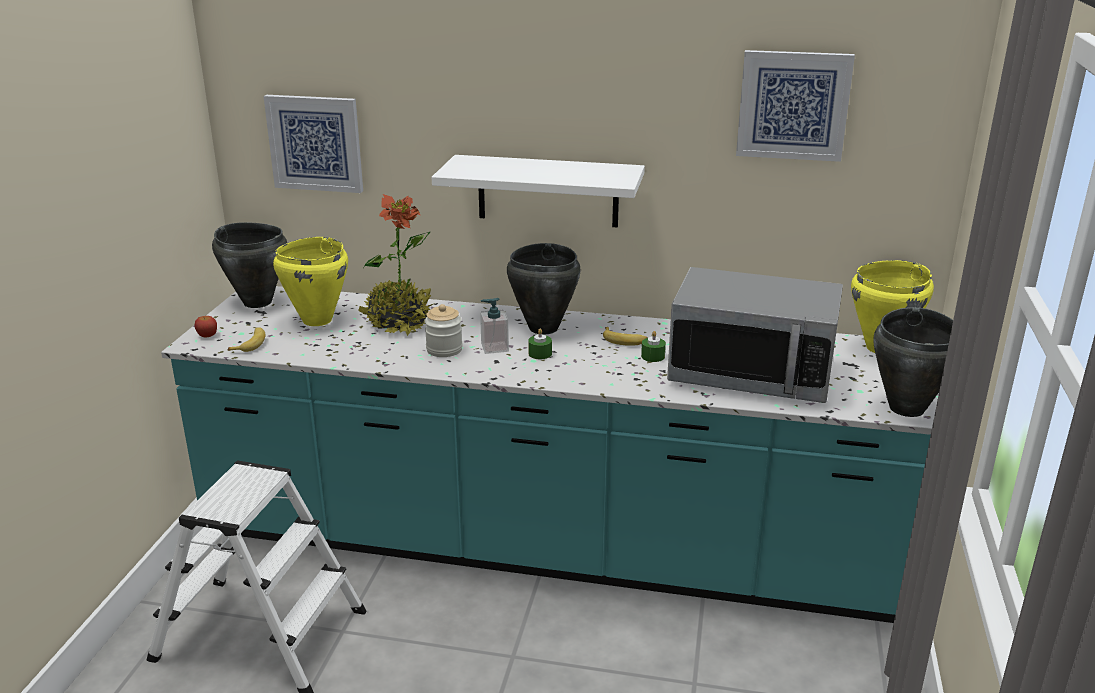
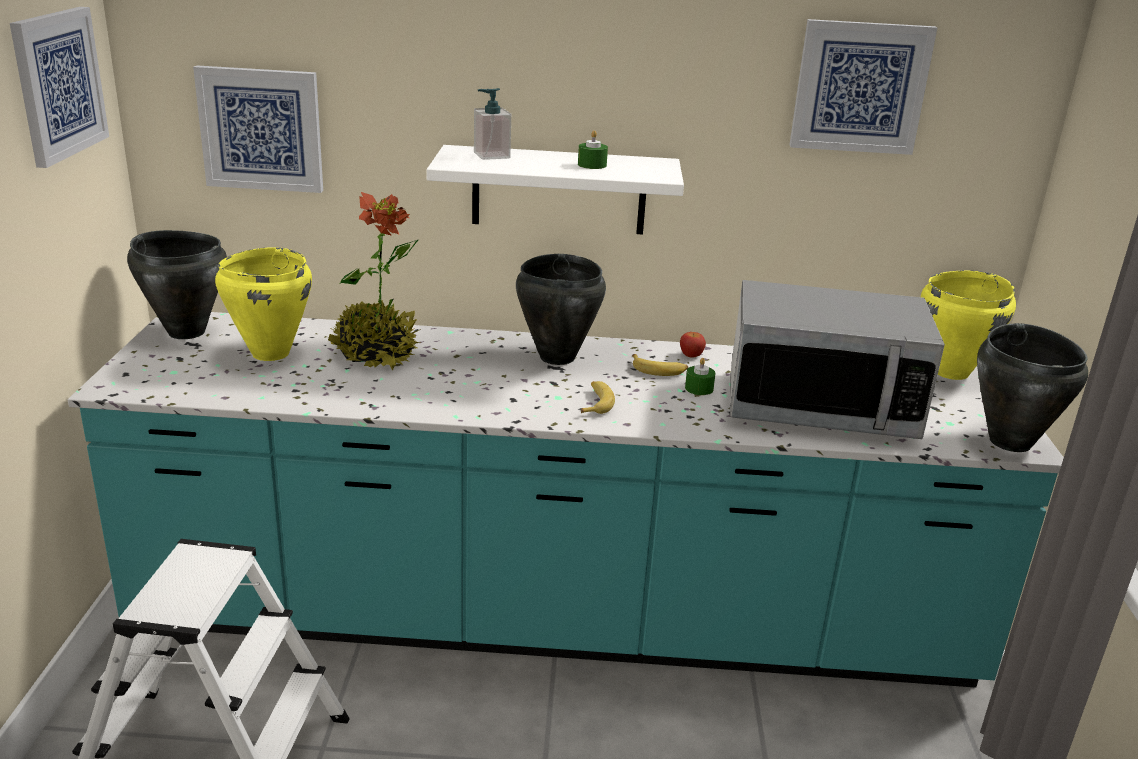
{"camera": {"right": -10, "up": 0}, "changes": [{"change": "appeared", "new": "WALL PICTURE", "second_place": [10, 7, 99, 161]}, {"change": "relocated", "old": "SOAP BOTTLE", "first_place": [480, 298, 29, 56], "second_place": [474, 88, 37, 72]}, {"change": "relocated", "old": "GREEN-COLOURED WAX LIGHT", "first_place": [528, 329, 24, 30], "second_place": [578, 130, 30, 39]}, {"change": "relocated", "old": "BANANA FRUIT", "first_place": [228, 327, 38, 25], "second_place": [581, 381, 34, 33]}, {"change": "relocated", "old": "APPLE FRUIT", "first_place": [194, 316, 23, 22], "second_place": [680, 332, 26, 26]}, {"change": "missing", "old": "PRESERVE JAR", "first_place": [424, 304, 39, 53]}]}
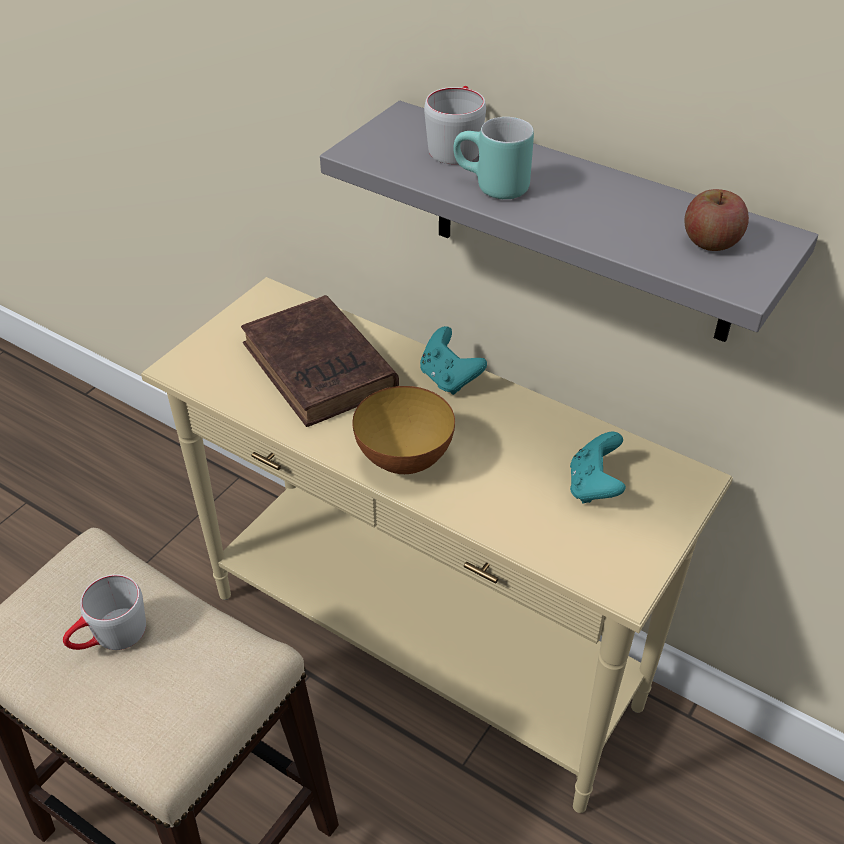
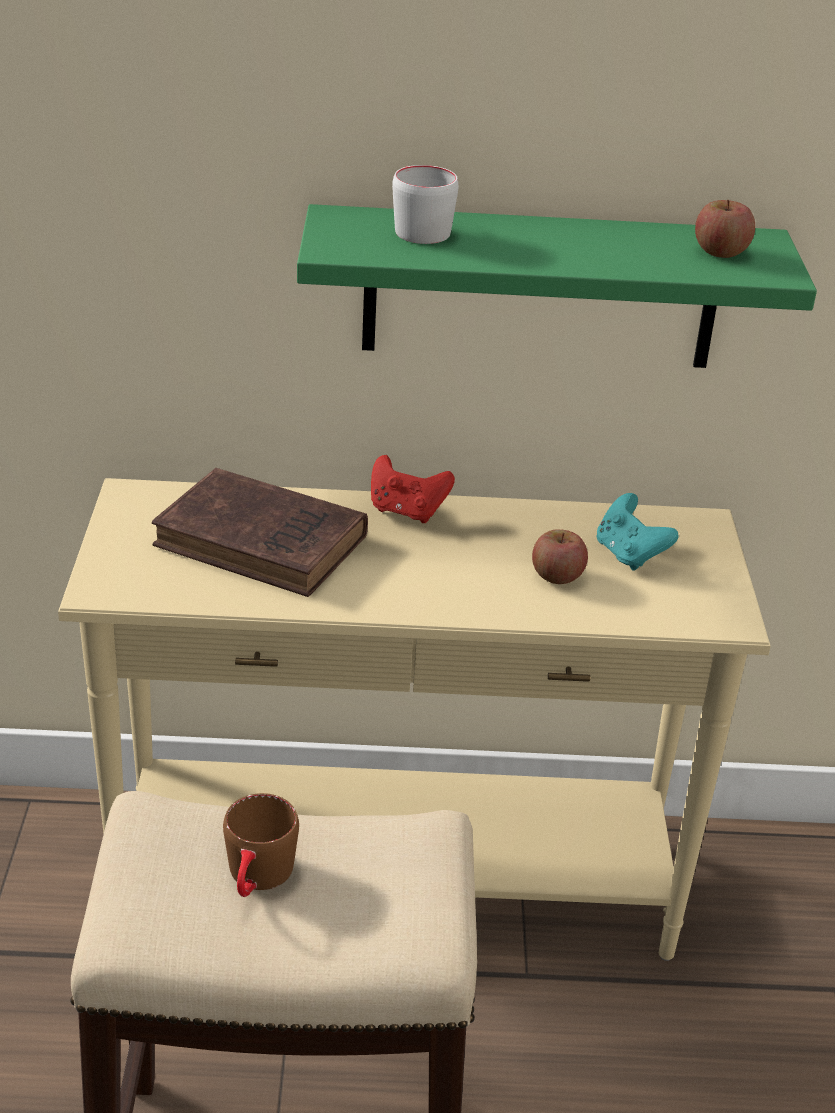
{"camera": {"right": -35, "up": -10}, "changes": [{"change": "colour", "old": "GREYISH TEA MUG", "new": "BROWN-COLOURED TEA MUG", "first_place": [63, 574, 83, 76], "second_place": [223, 793, 76, 104]}, {"change": "colour", "old": "GREYISH WALL SHELF", "new": "GREEN-COLOURED WALL SHELF", "first_place": [320, 101, 498, 241], "second_place": [297, 204, 520, 164]}, {"change": "colour", "old": "TURQUOISE-COLOURED JOYPAD", "new": "RED JOYPAD", "first_place": [420, 326, 67, 69], "second_place": [371, 455, 84, 68]}, {"change": "appeared", "new": "APPLE FRUIT", "second_place": [532, 529, 56, 55]}, {"change": "missing", "old": "BOWL", "first_place": [352, 386, 103, 88]}, {"change": "missing", "old": "TURQUOISE-COLOURED TEA MUG", "first_place": [453, 117, 81, 82]}]}
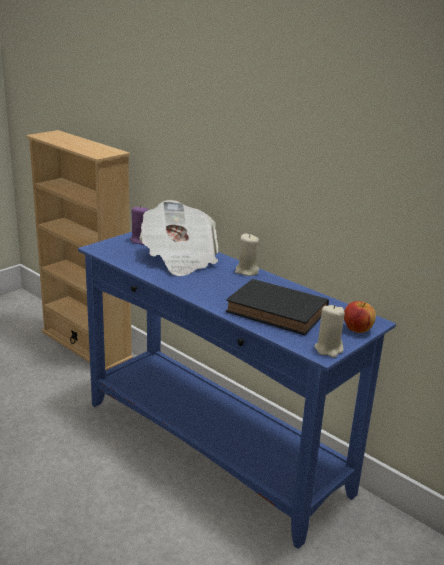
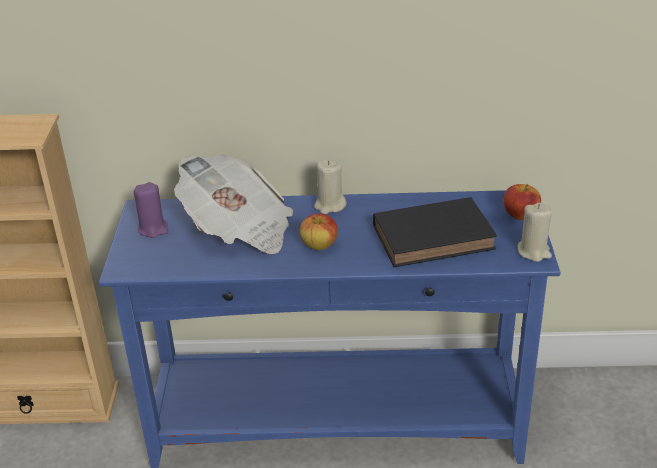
{"camera": {"right": -40, "up": 10}, "changes": [{"change": "appeared", "new": "APPLE FRUIT", "second_place": [300, 213, 38, 38]}]}
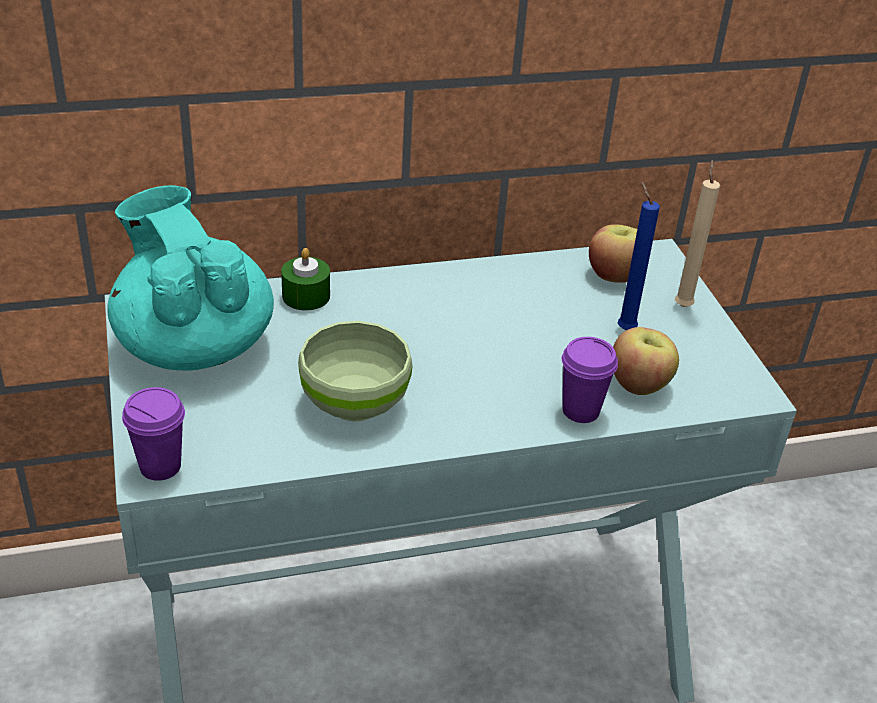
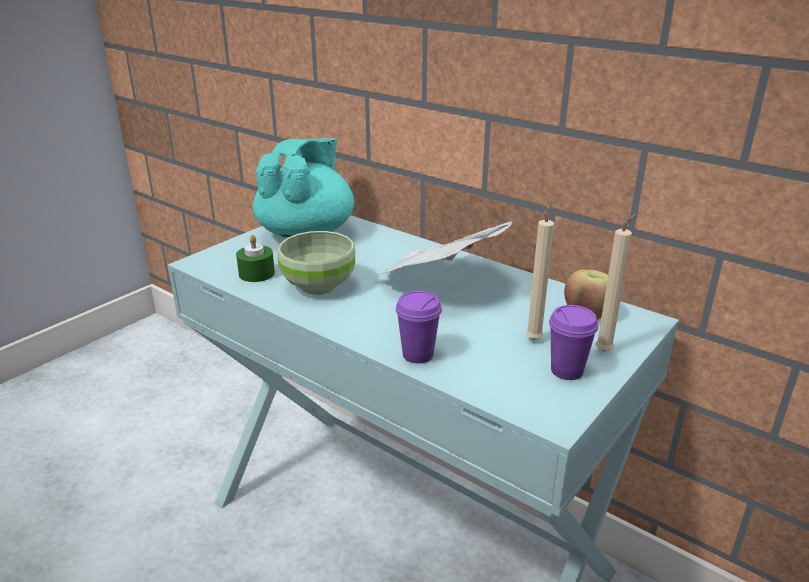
{"camera": {"right": 55, "up": -10}, "changes": [{"change": "relocated", "old": "GREEN-COLOURED WAX LIGHT", "first_place": [281, 248, 49, 63], "second_place": [236, 235, 39, 47]}, {"change": "appeared", "new": "DAILY PAPER", "second_place": [375, 219, 142, 57]}, {"change": "colour", "old": "BLUE-COLOURED WAX LIGHT", "new": "BEIGE-COLOURED WAX LIGHT", "first_place": [618, 181, 42, 149], "second_place": [526, 202, 28, 138]}, {"change": "relocated", "old": "PURPLE CUP", "first_place": [122, 387, 63, 94], "second_place": [549, 305, 49, 75]}, {"change": "missing", "old": "APPLE FRUIT", "first_place": [613, 327, 66, 68]}]}
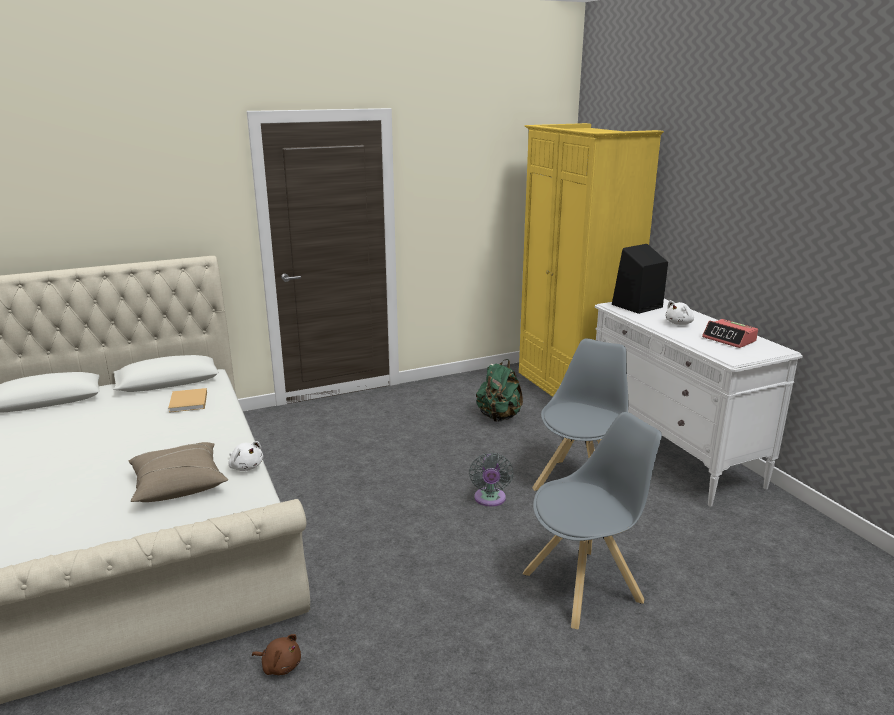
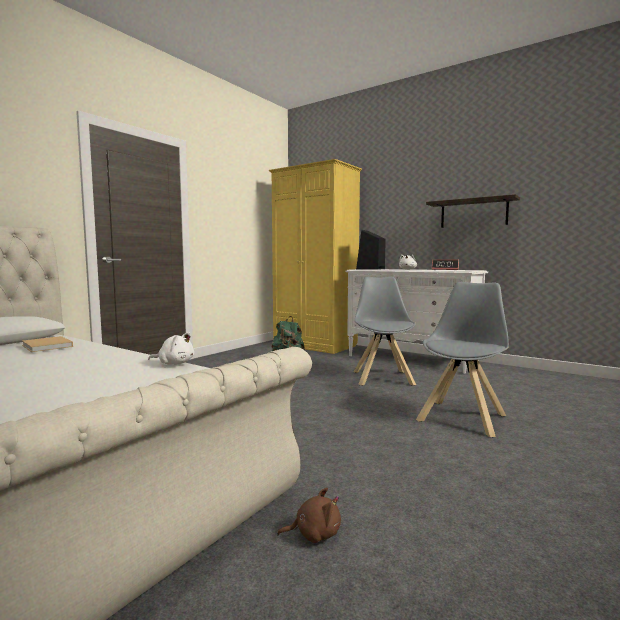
{"camera": {"right": -30, "up": -15}, "changes": [{"change": "appeared", "new": "WALL SHELF", "second_place": [426, 194, 94, 34]}, {"change": "missing", "old": "BEIGE-COLOURED THROW PILLOW", "first_place": [129, 442, 99, 60]}, {"change": "missing", "old": "GREYISH FAN", "first_place": [469, 452, 44, 55]}]}
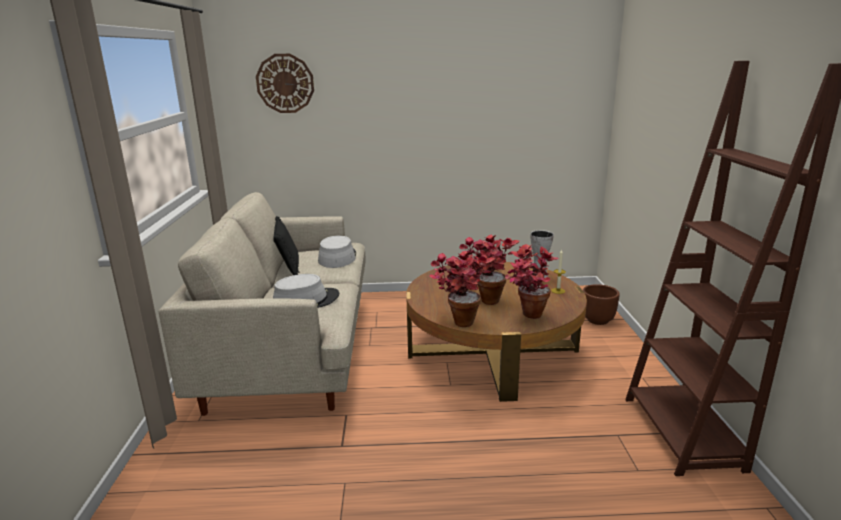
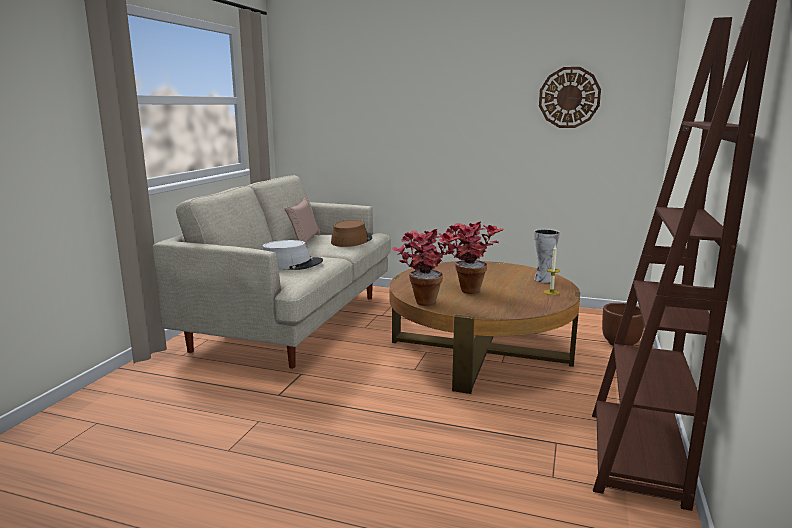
{"camera": {"right": 20, "up": -5}, "changes": [{"change": "colour", "old": "BLACK THROW PILLOW", "new": "BEIGE-COLOURED THROW PILLOW", "first_place": [273, 216, 27, 59], "second_place": [284, 197, 37, 47]}, {"change": "colour", "old": "GREYISH HAT", "new": "BROWN-COLOURED HAT", "first_place": [318, 236, 38, 32], "second_place": [331, 220, 41, 27]}, {"change": "relocated", "old": "WALL CLOCK", "first_place": [256, 54, 58, 59], "second_place": [539, 67, 62, 61]}, {"change": "missing", "old": "POTTED PLANT", "first_place": [505, 244, 54, 75]}]}
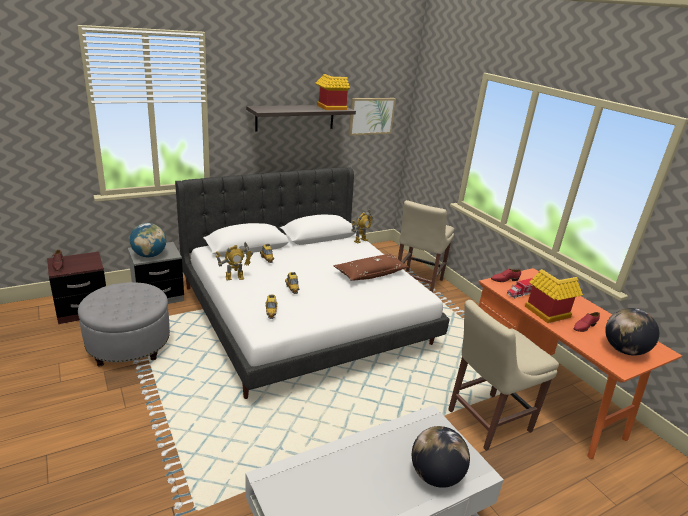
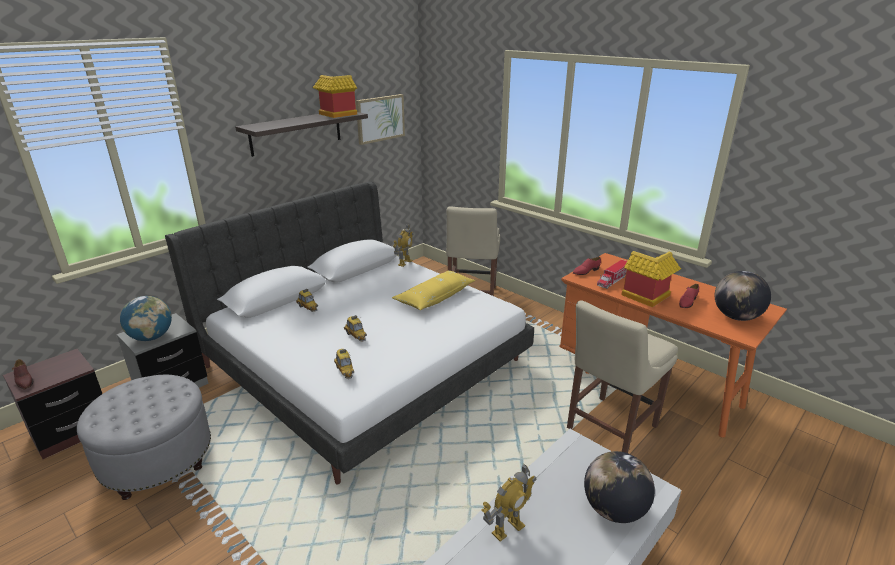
{"camera": {"right": -15, "up": 0}, "changes": [{"change": "colour", "old": "BROWN-COLOURED THROW PILLOW", "new": "YELLOWISH THROW PILLOW", "first_place": [333, 254, 76, 27], "second_place": [392, 271, 83, 39]}, {"change": "relocated", "old": "TOY ROBOT", "first_place": [216, 242, 37, 38], "second_place": [482, 464, 54, 77]}]}
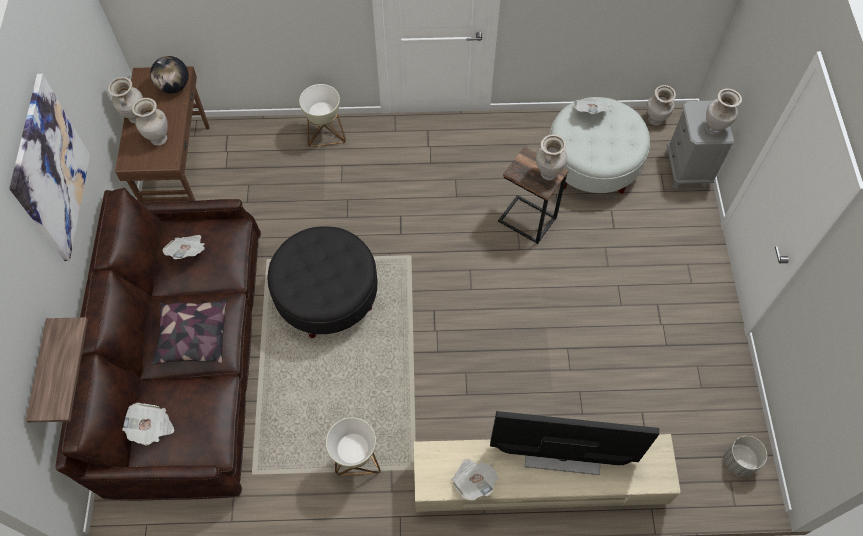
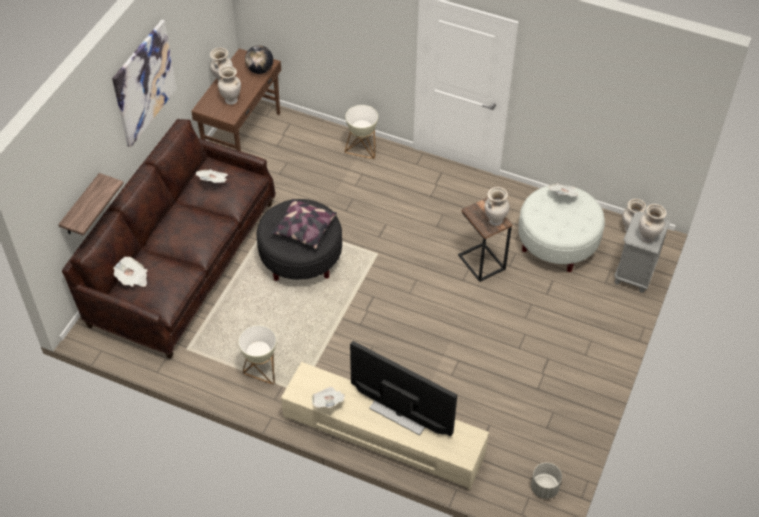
{"camera": {"right": 25, "up": -10}, "changes": [{"change": "relocated", "old": "THROW PILLOW", "first_place": [152, 299, 75, 66], "second_place": [271, 199, 66, 50]}]}
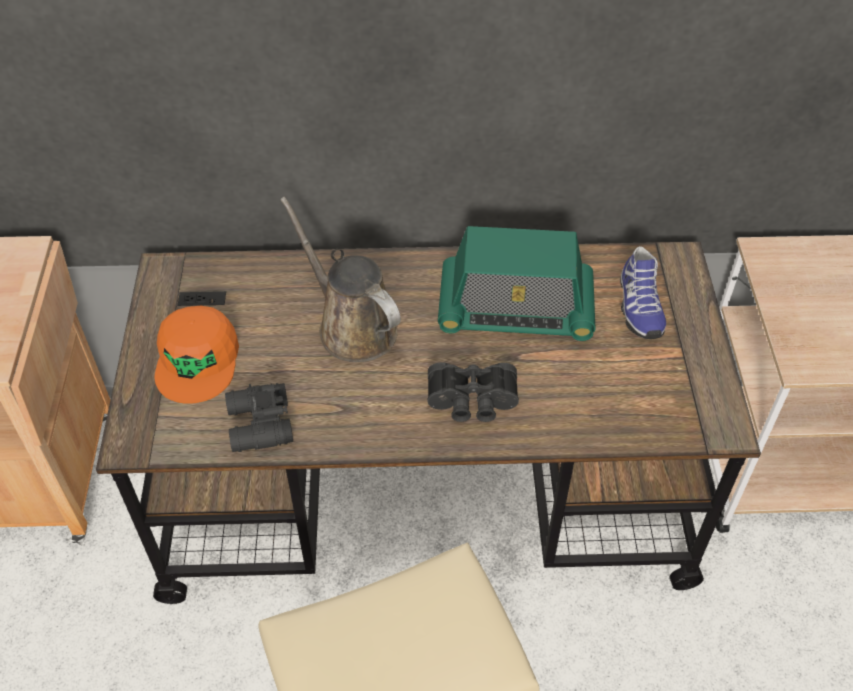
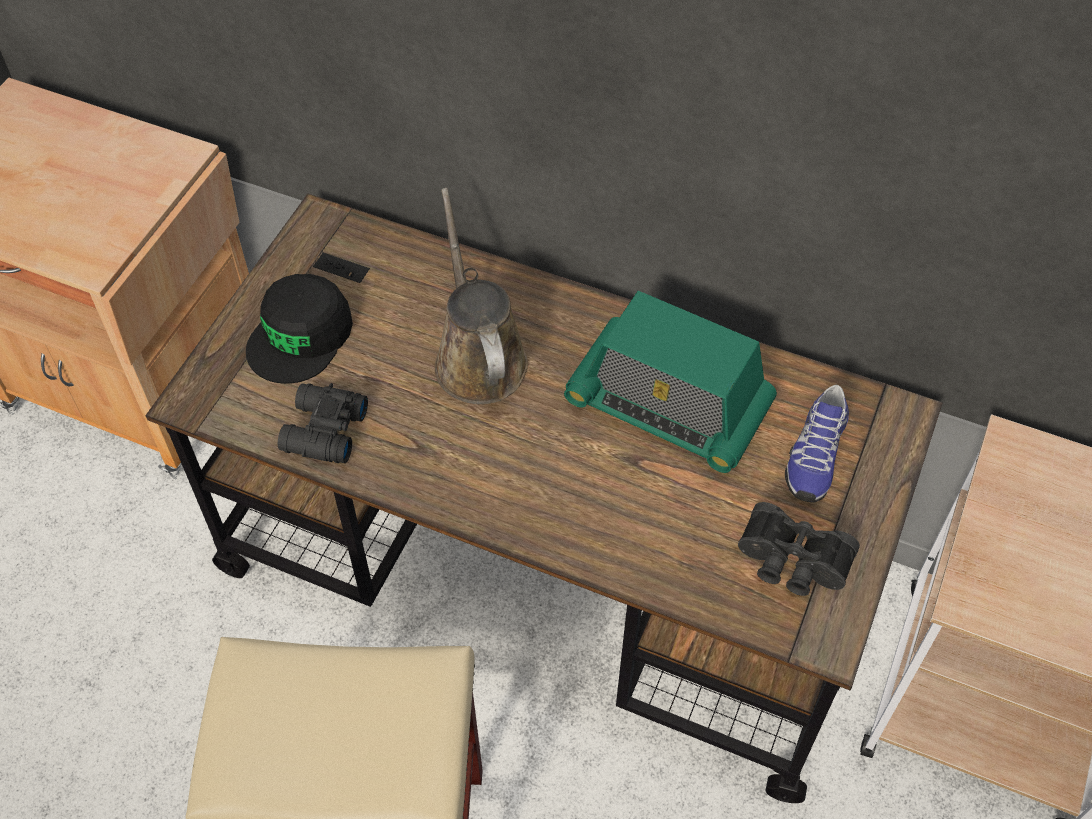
{"camera": {"right": 25, "up": 5}, "changes": [{"change": "colour", "old": "ORANGEY CAP", "new": "BLACK CAP", "first_place": [155, 306, 84, 98], "second_place": [246, 274, 107, 110]}, {"change": "relocated", "old": "BLACK FIELD GLASSES", "first_place": [427, 362, 92, 60], "second_place": [738, 502, 122, 94]}]}
